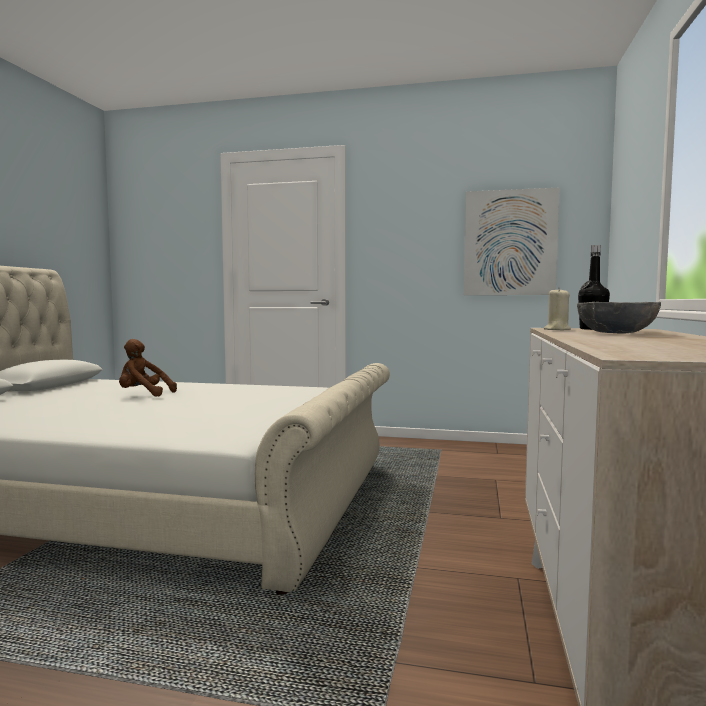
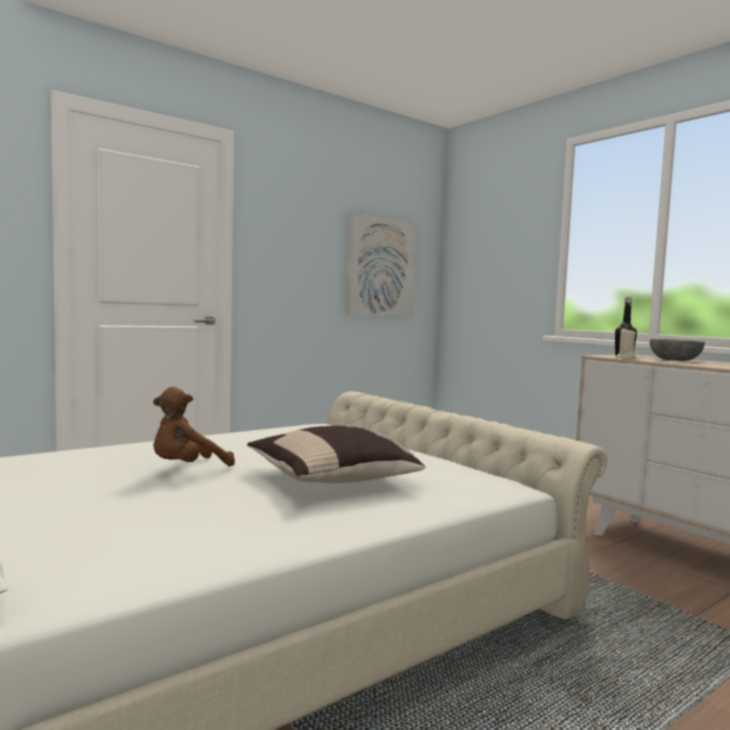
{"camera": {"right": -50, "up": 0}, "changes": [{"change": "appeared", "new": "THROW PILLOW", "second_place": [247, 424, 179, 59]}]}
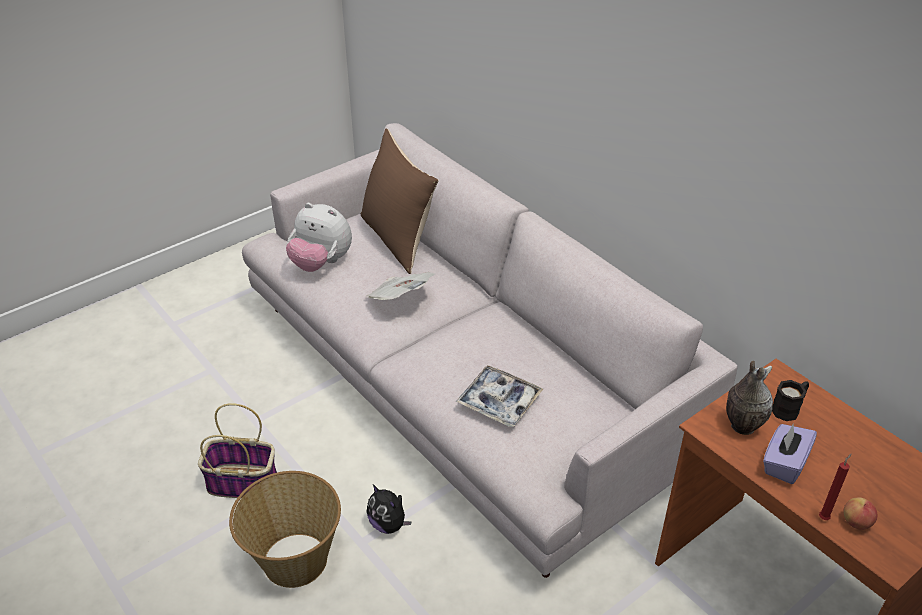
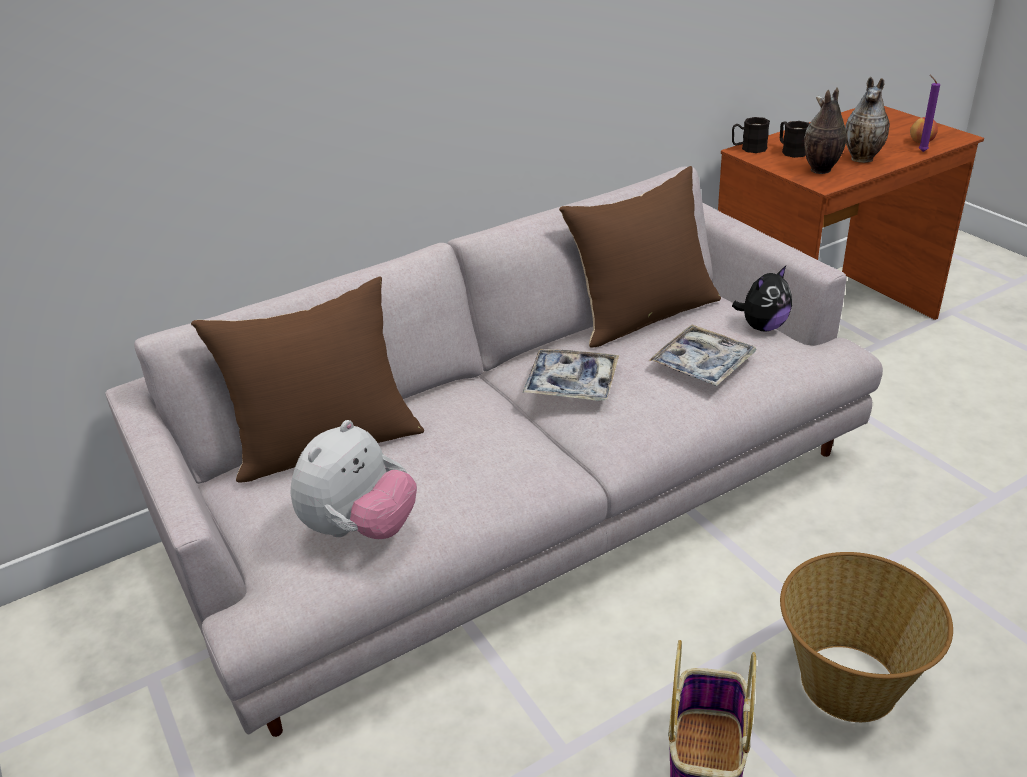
{"camera": {"right": -80, "up": -5}, "changes": [{"change": "appeared", "new": "TRAY", "second_place": [523, 349, 96, 52]}, {"change": "appeared", "new": "BROWN-COLOURED THROW PILLOW", "second_place": [559, 166, 162, 182]}, {"change": "appeared", "new": "BLACK TEA MUG", "second_place": [732, 117, 38, 36]}, {"change": "relocated", "old": "SOFT TOY", "first_place": [367, 484, 45, 50], "second_place": [732, 266, 60, 66]}, {"change": "exchanged", "old": "PURPLE BOX OF TISSUES", "new": "FLOWER VASE", "first_place": [763, 424, 54, 60], "second_place": [845, 77, 45, 86]}, {"change": "colour", "old": "RED WAX LIGHT", "new": "PURPLE WAX LIGHT", "first_place": [819, 454, 32, 66], "second_place": [919, 75, 21, 77]}, {"change": "missing", "old": "DAILY PAPER", "first_place": [365, 272, 70, 28]}]}
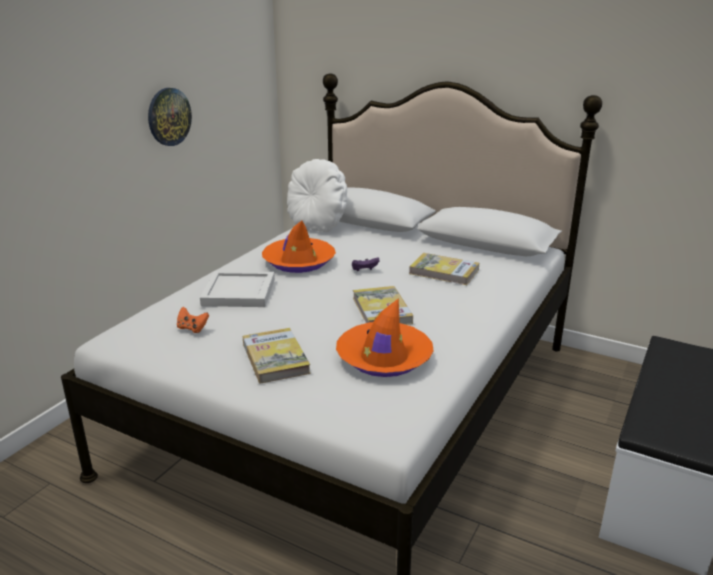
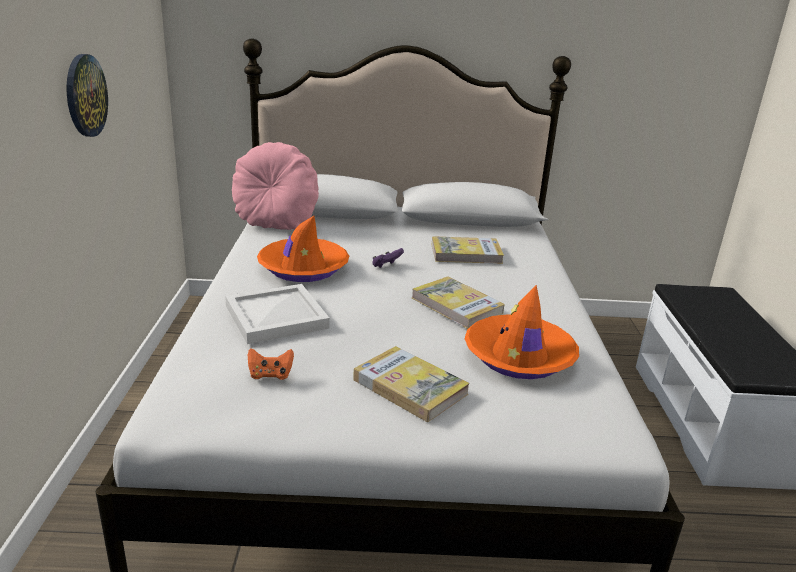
{"camera": {"right": -30, "up": 0}, "changes": [{"change": "colour", "old": "WHITE-COLOURED THROW PILLOW", "new": "PINK THROW PILLOW", "first_place": [287, 159, 60, 73], "second_place": [232, 142, 87, 88]}]}
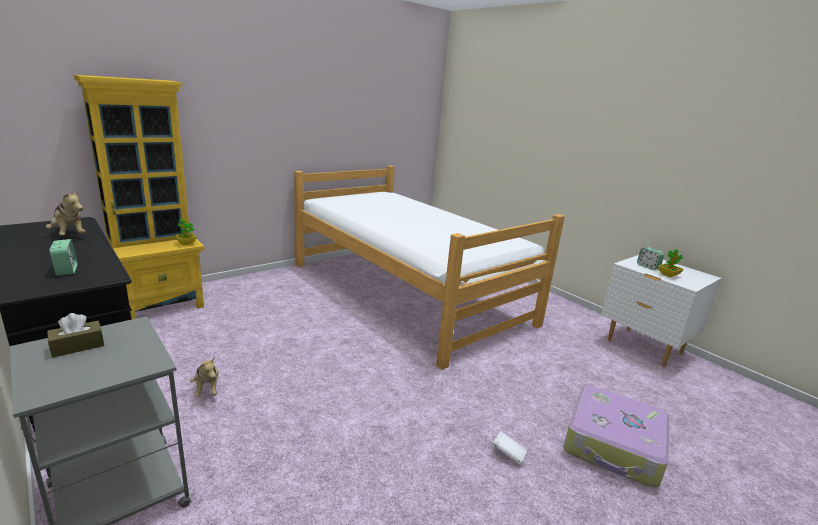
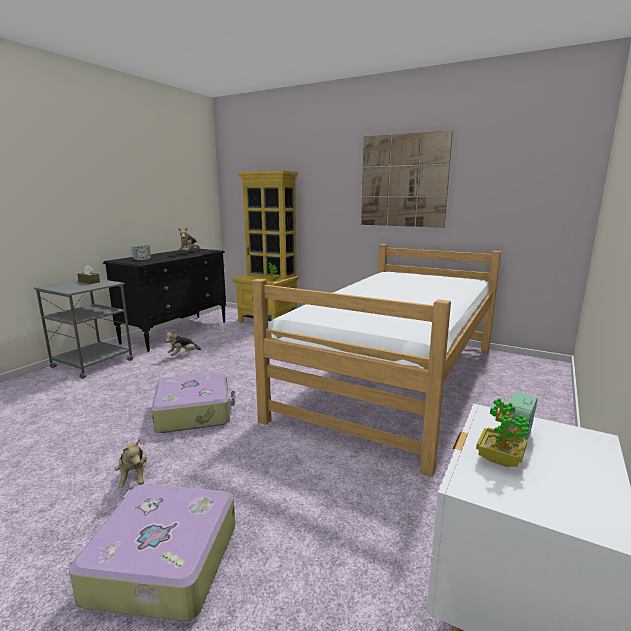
{"camera": {"right": 70, "up": -5}, "changes": [{"change": "exchanged", "old": "WHITE-COLOURED BOOK", "new": "SOFT TOY", "first_place": [492, 431, 35, 34], "second_place": [114, 439, 33, 49]}, {"change": "appeared", "new": "SUITCASE", "second_place": [151, 372, 84, 61]}, {"change": "appeared", "new": "WALL PICTURE", "second_place": [361, 130, 92, 98]}]}
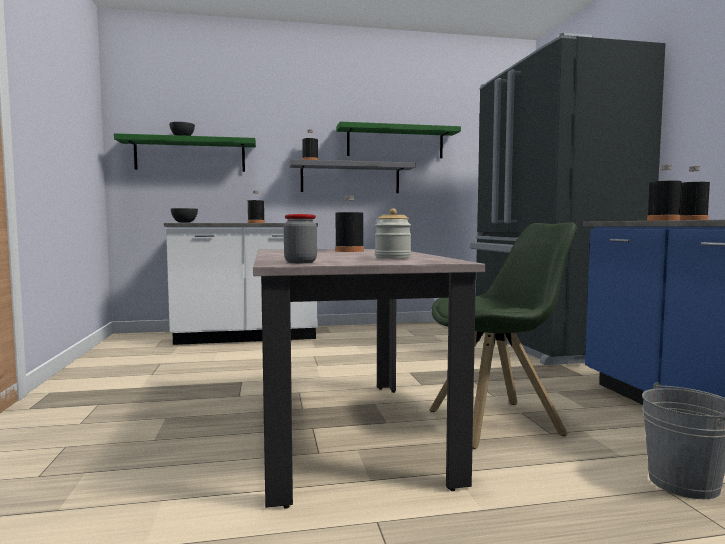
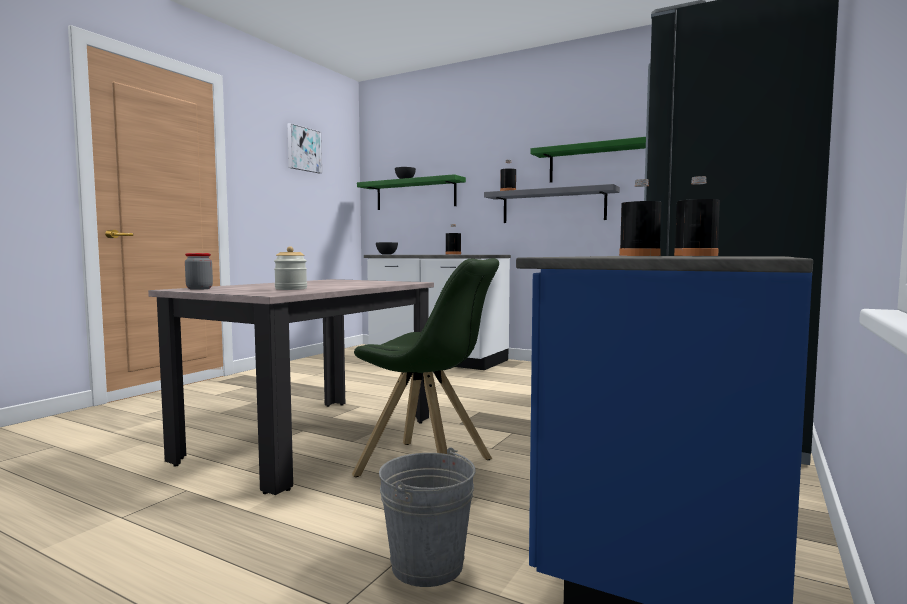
{"camera": {"right": 40, "up": 0}, "changes": [{"change": "appeared", "new": "WALL PICTURE", "second_place": [288, 123, 34, 50]}, {"change": "missing", "old": "BLACK BEVERAGE BOTTLE", "first_place": [335, 196, 29, 56]}]}
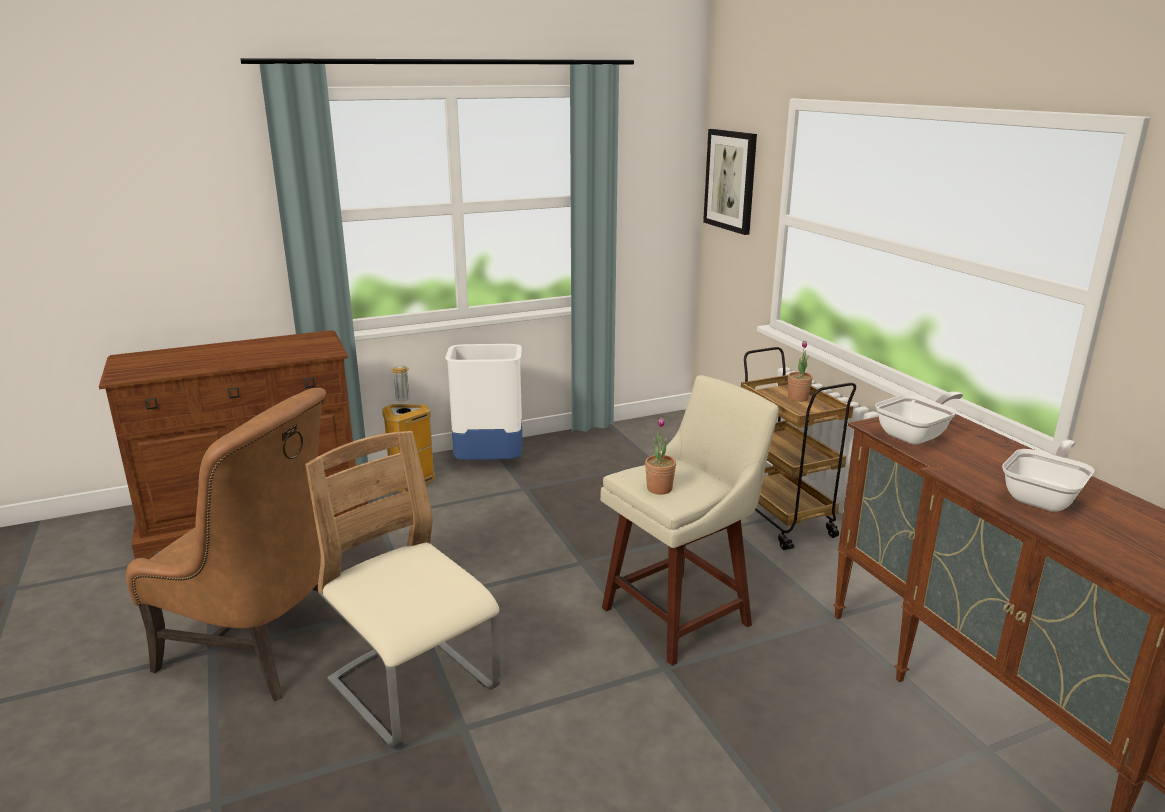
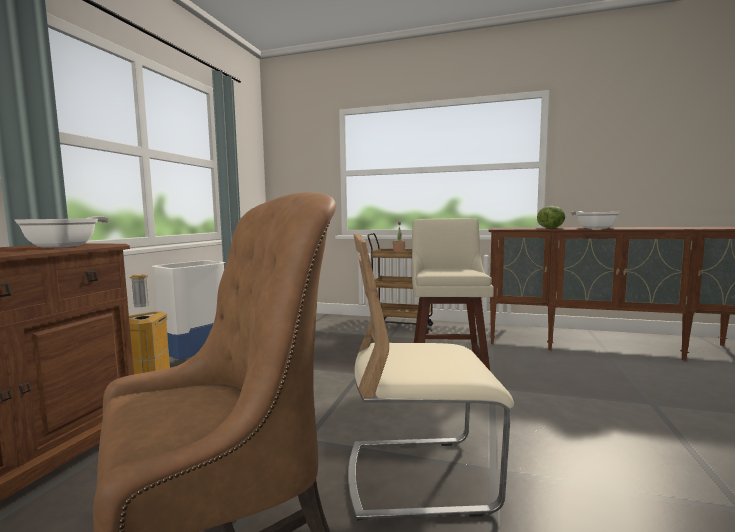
{"camera": {"right": -50, "up": -15}, "changes": [{"change": "relocated", "old": "PAN", "first_place": [875, 391, 88, 54], "second_place": [15, 216, 94, 32]}, {"change": "appeared", "new": "LETTUCE", "second_place": [537, 206, 28, 22]}, {"change": "missing", "old": "POTTED PLANT", "first_place": [645, 417, 31, 78]}, {"change": "missing", "old": "WALL PICTURE", "first_place": [703, 129, 54, 106]}]}
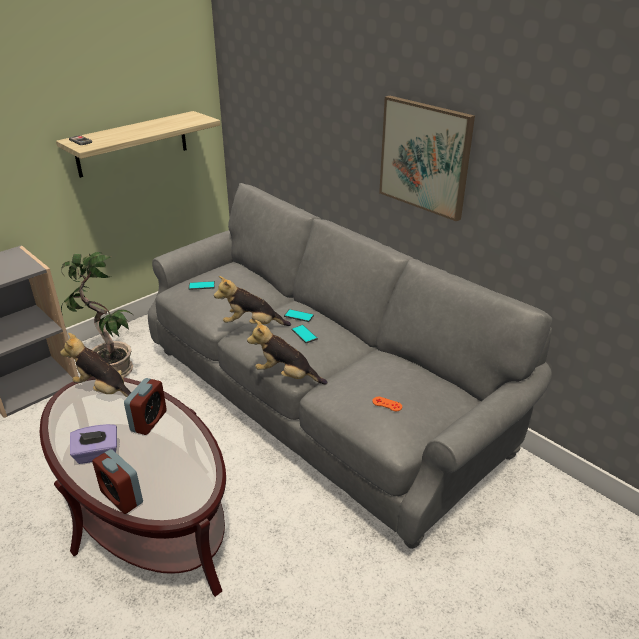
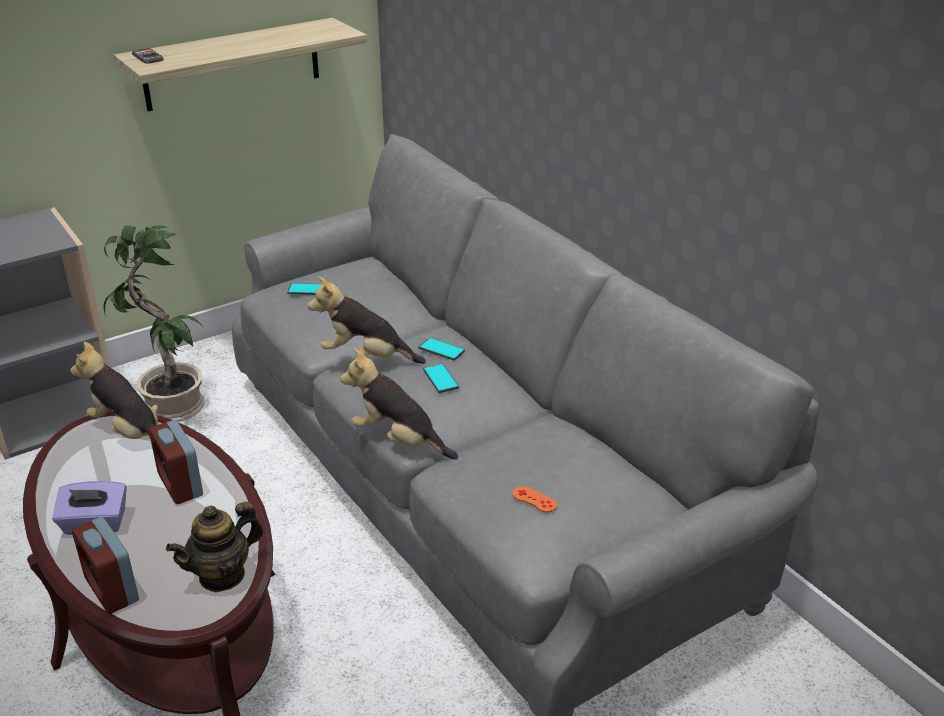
{"camera": {"right": 10, "up": 0}, "changes": [{"change": "spun", "old": "BEDSIDE CLOCK", "first_place": [124, 378, 43, 57], "second_place": [149, 420, 54, 84], "degrees": 120}, {"change": "appeared", "new": "POT FOR TEA", "second_place": [166, 502, 97, 90]}, {"change": "missing", "old": "WALL PICTURE", "first_place": [379, 96, 96, 126]}]}
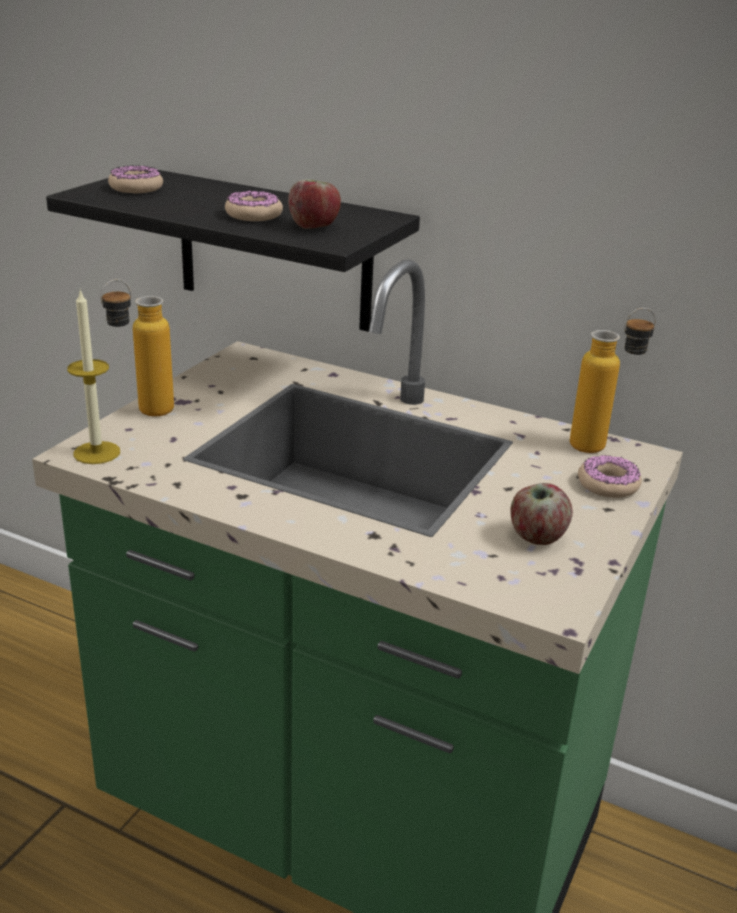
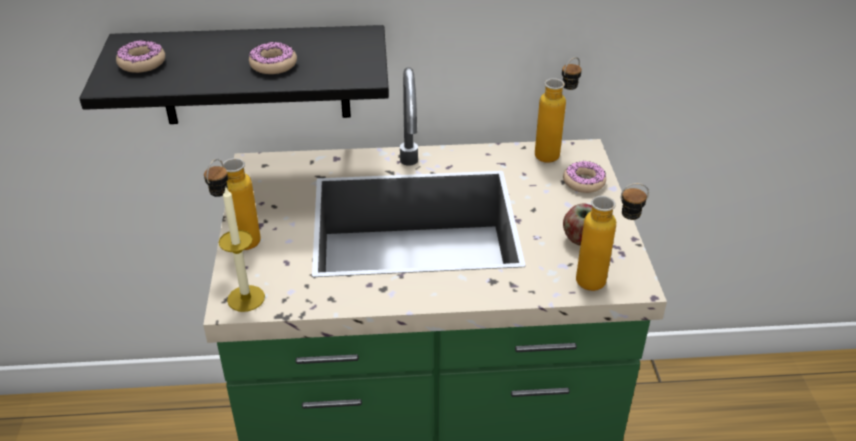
{"camera": {"right": -30, "up": 10}, "changes": [{"change": "appeared", "new": "BEVERAGE BOTTLE", "second_place": [576, 183, 73, 108]}, {"change": "missing", "old": "APPLE FRUIT", "first_place": [288, 179, 53, 50]}]}
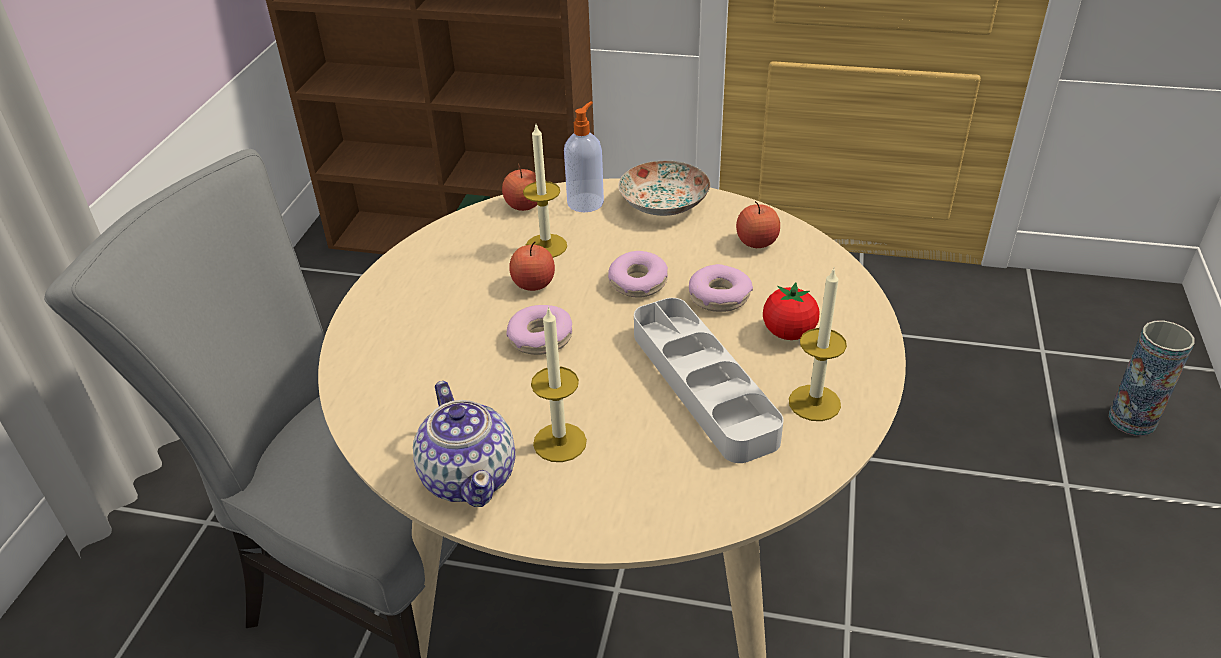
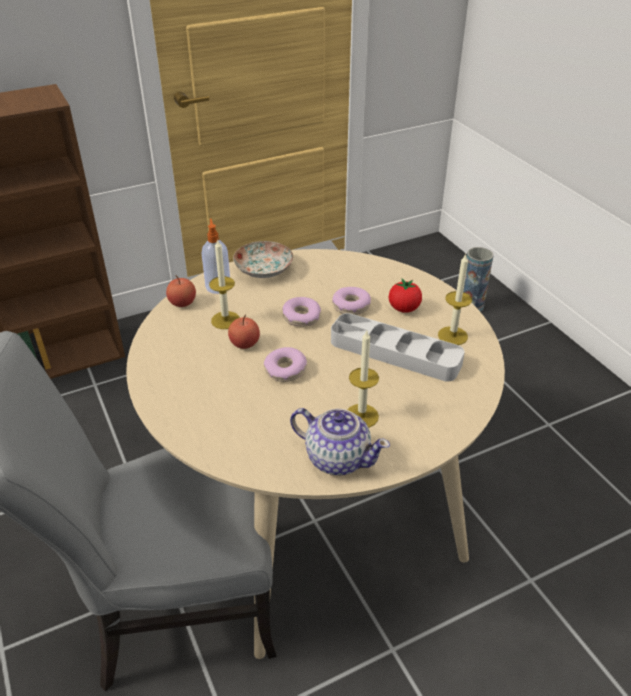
{"camera": {"right": -40, "up": 0}, "changes": [{"change": "missing", "old": "APPLE FRUIT", "first_place": [736, 201, 44, 47]}]}
